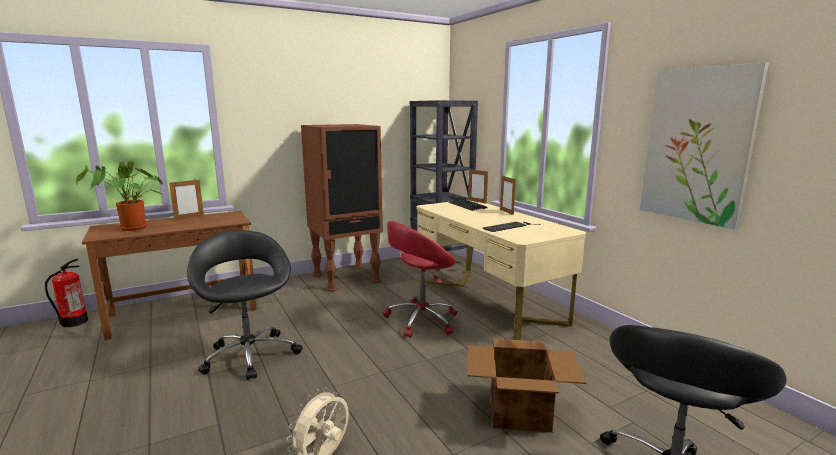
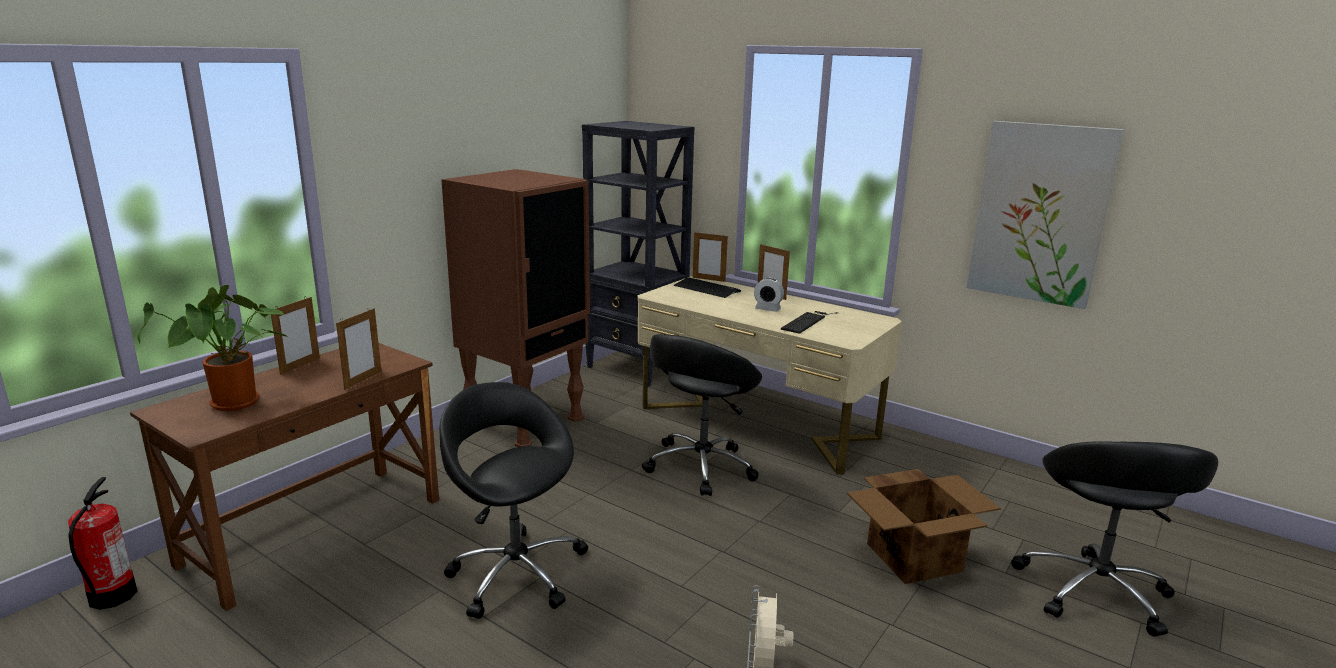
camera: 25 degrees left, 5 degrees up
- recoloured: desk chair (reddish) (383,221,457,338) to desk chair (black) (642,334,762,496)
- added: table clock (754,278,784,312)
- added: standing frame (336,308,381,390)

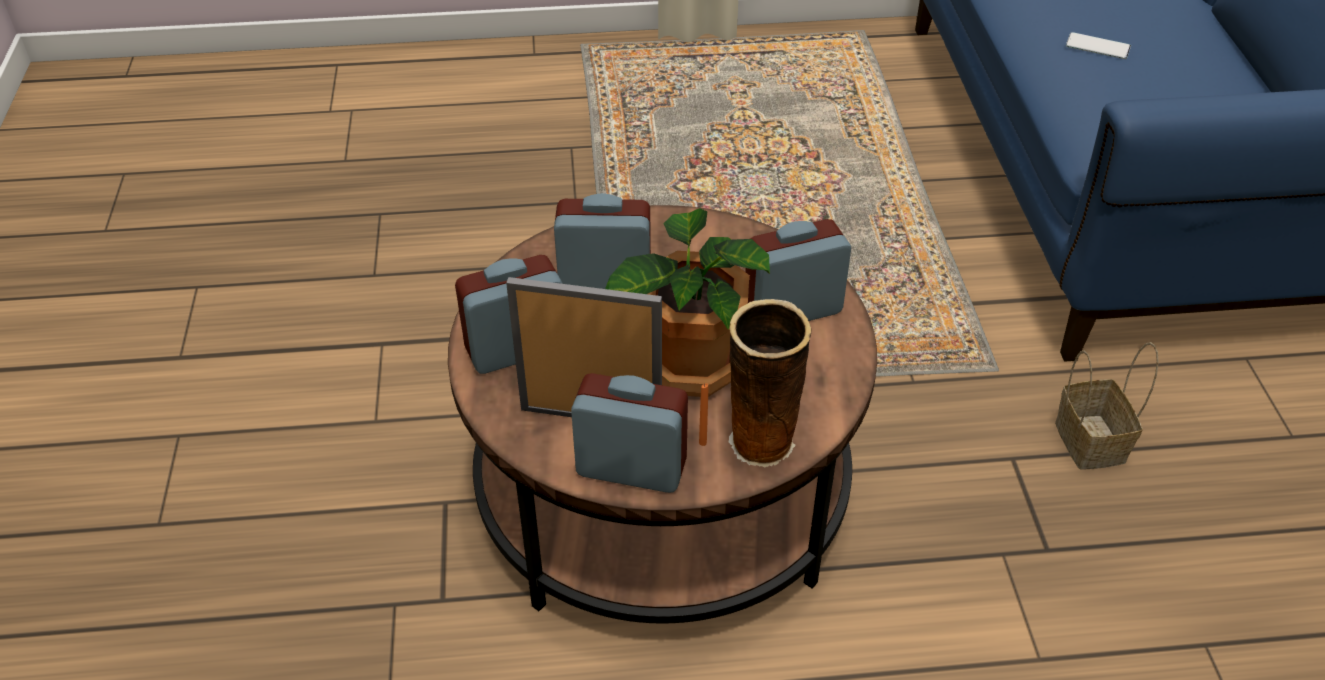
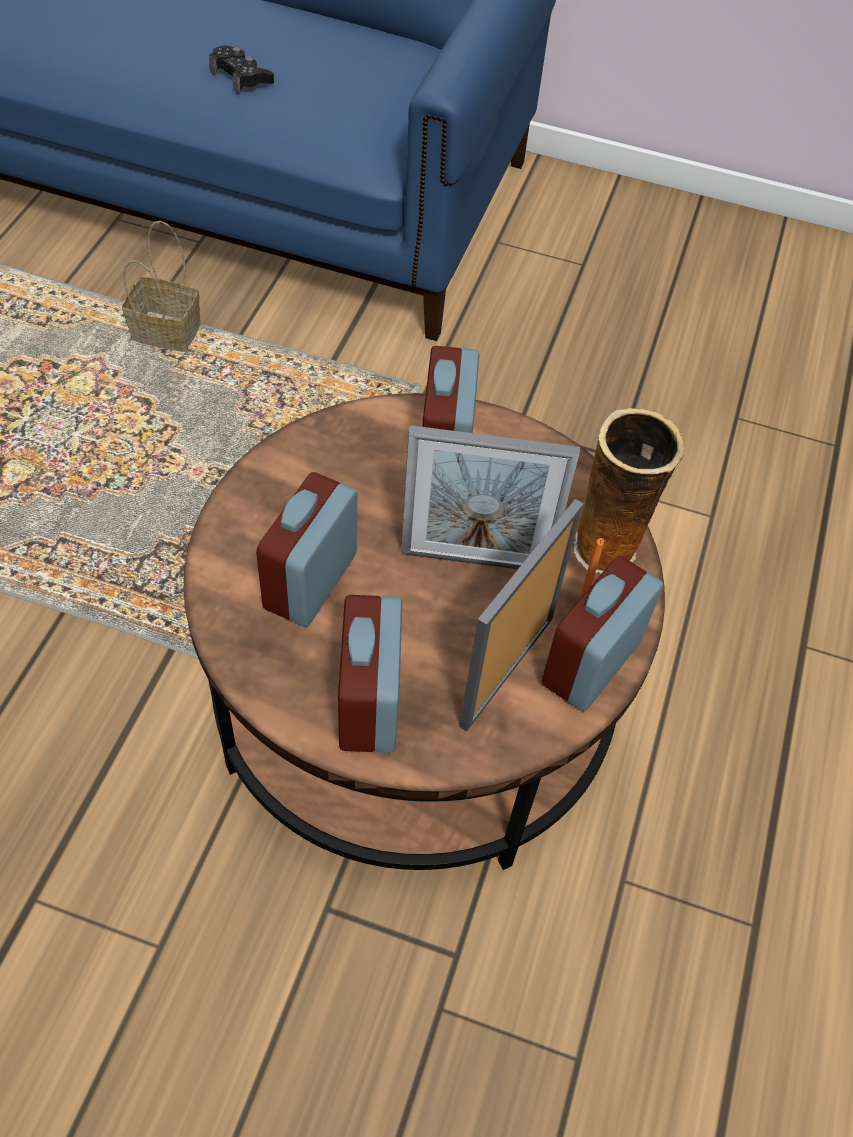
camera: 70 degrees left, 10 degrees up
- replaced: phone (1066,32,1131,59) to game controller (black) (209,45,274,94)
- replaced: potted plant (605,208,770,397) to standing frame (401,425,580,570)
- moved: household basket (1055,342,1159,470) to (122,221,201,352)

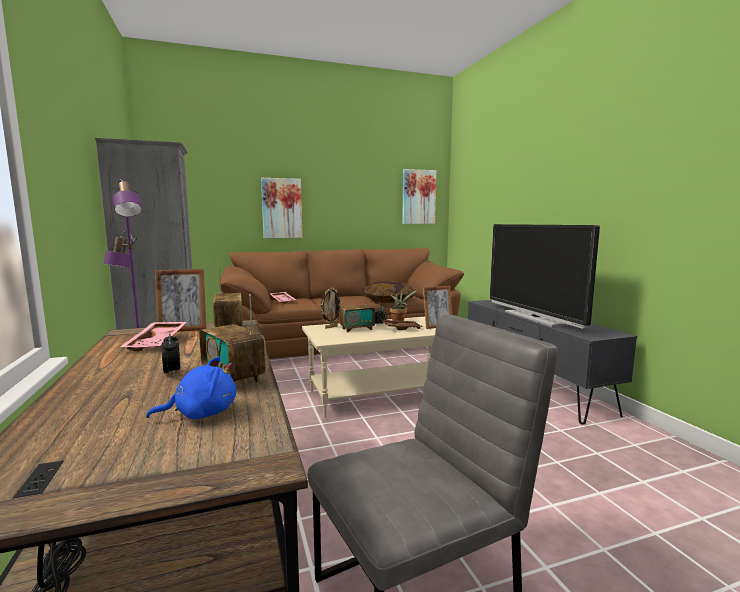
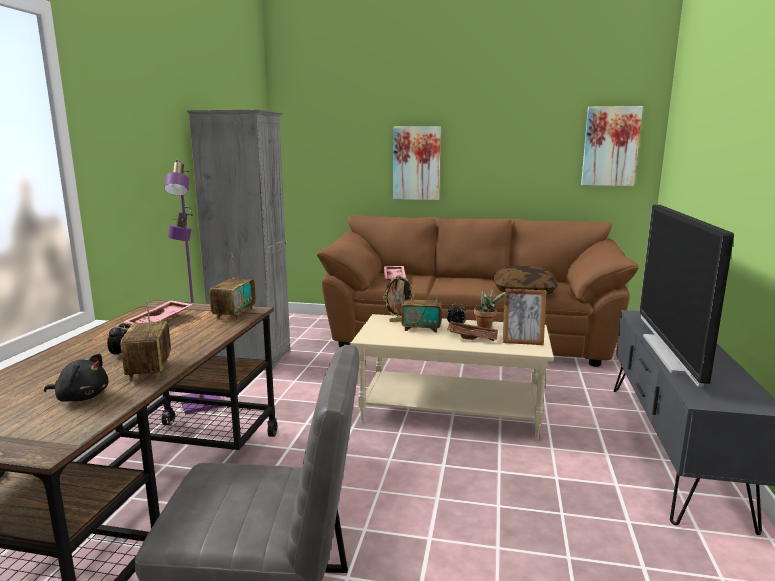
camera: 30 degrees right, 5 degrees up
- removed: standing frame (155,269,207,332)
- recoloured: plush toy (blue) (146,357,236,420) to plush toy (black) (44,354,108,402)

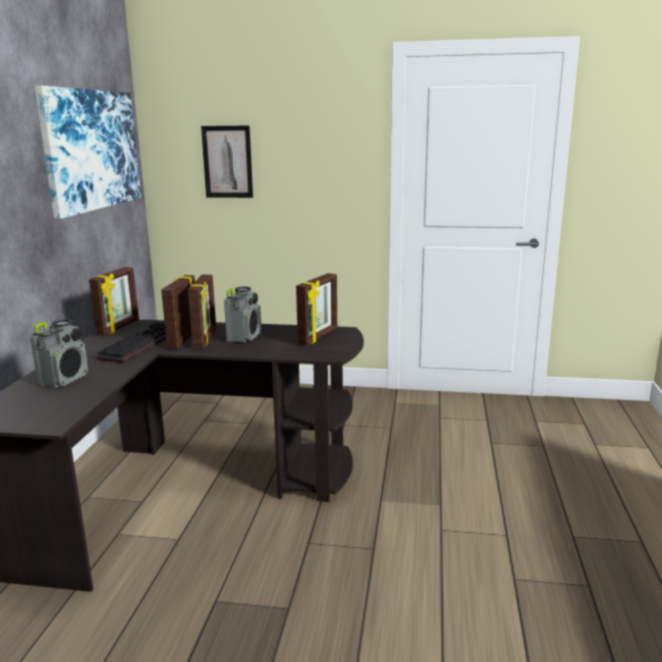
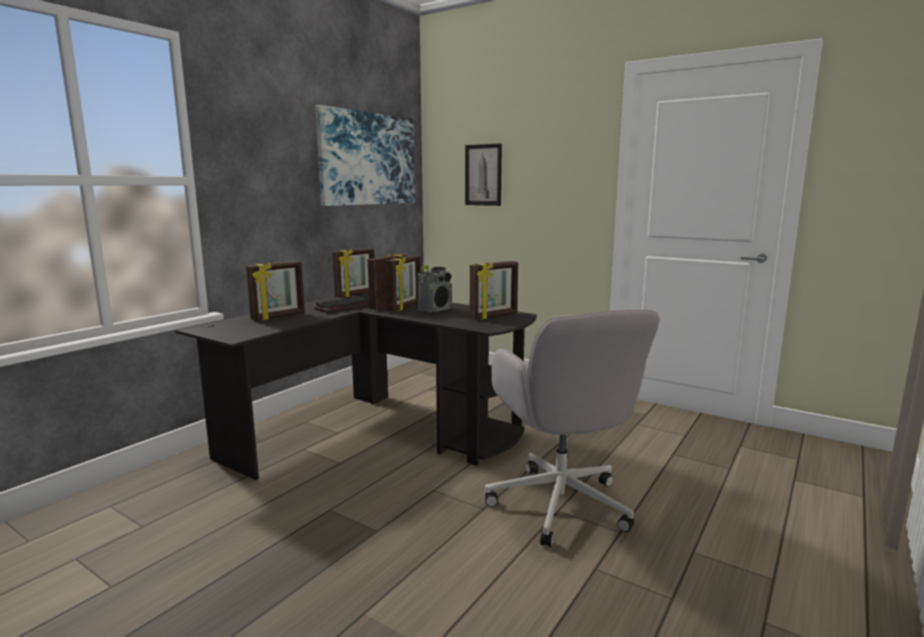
camera: 25 degrees right, 5 degrees down
- replaced: radio (30,319,88,388) to standing frame (246,261,305,321)
- added: desk chair (grey) (485,310,659,547)

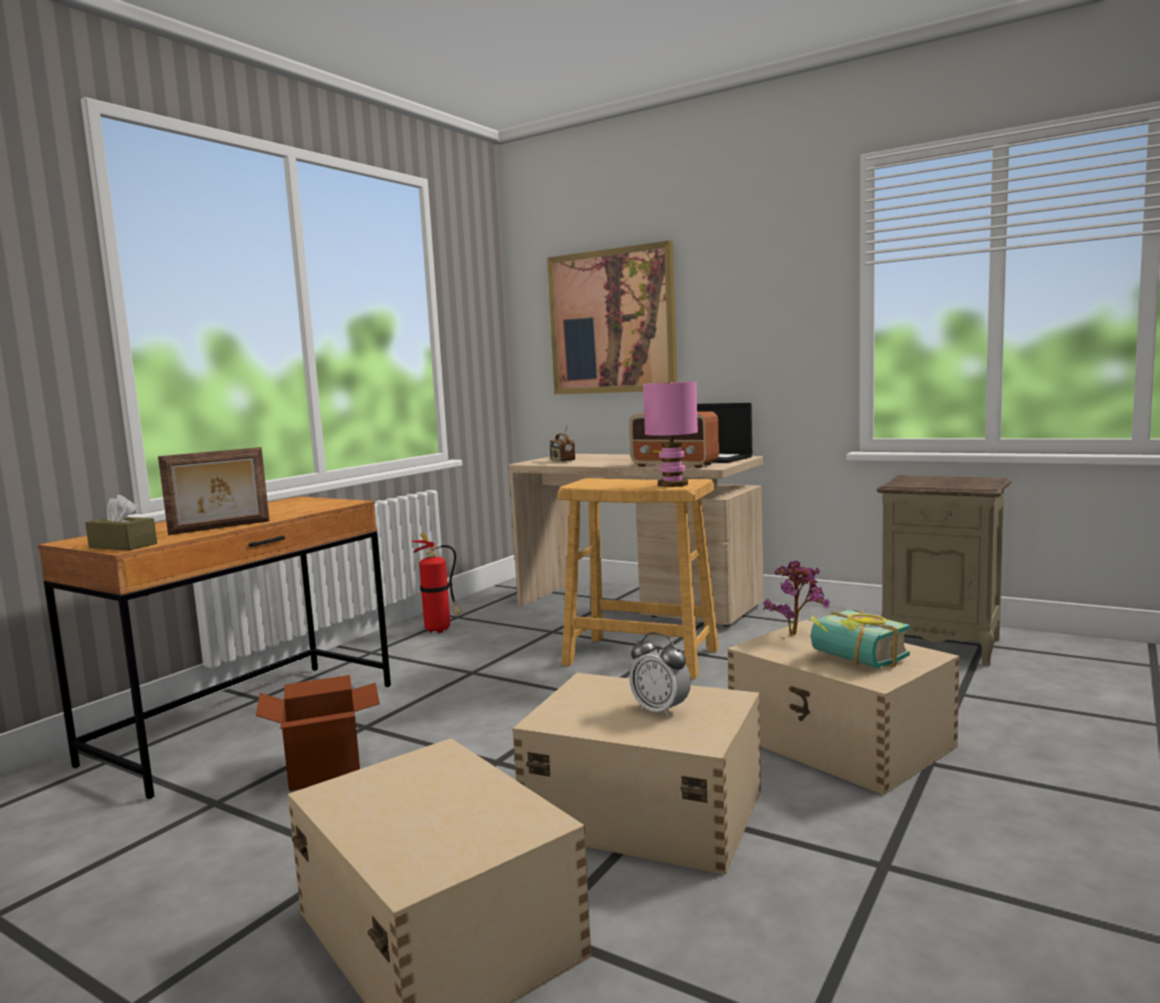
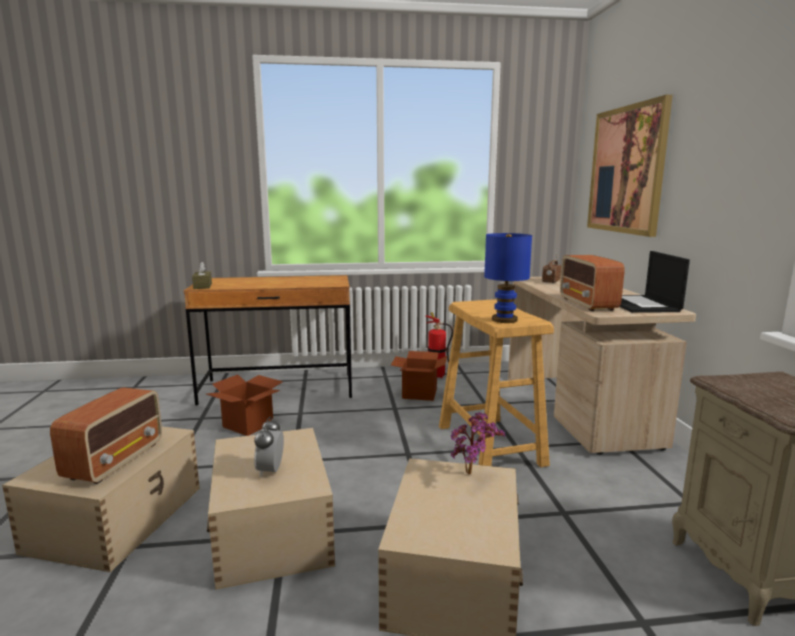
camera: 50 degrees right, 5 degrees up
- recoloured: table lamp (pink-coloured) (643,382,698,487) to table lamp (blue) (484,233,532,323)
- removed: standing frame (158,447,270,535)
- removed: book (811,610,910,668)
- added: carton (391,351,447,401)
- added: radio (50,387,162,484)

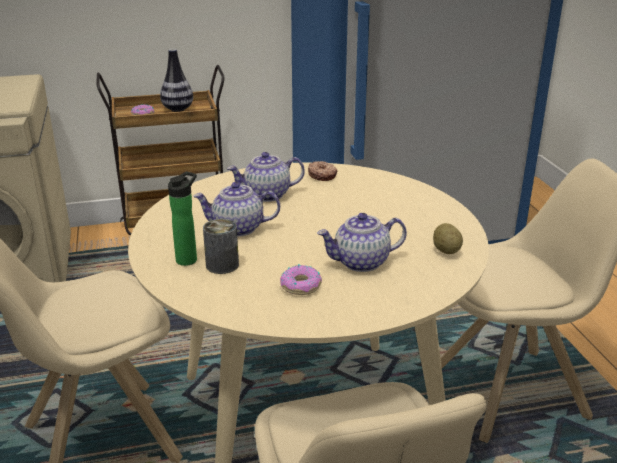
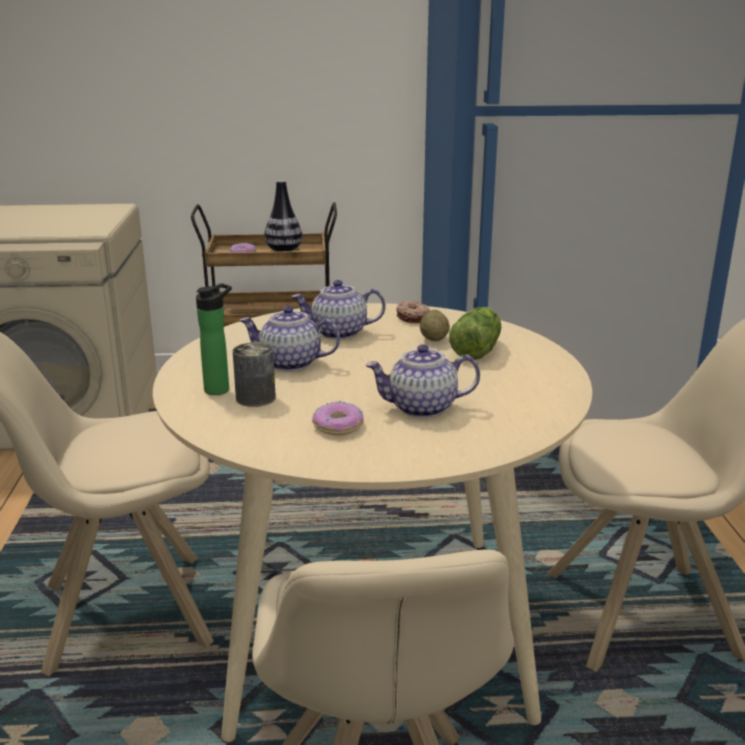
camera: 10 degrees right, 5 degrees down
- moved: potato (433,223,463,254) to (420,309,450,341)
- added: lettuce head (449,307,501,360)

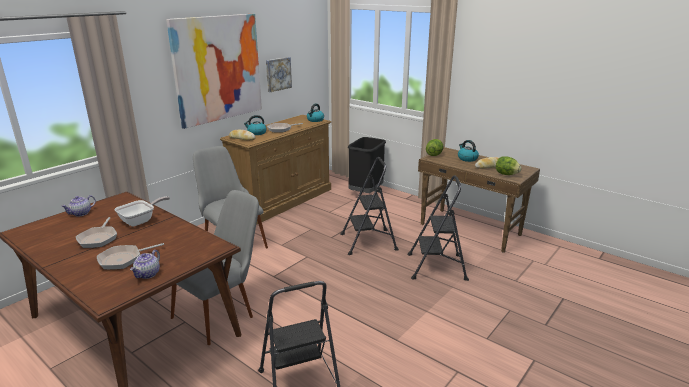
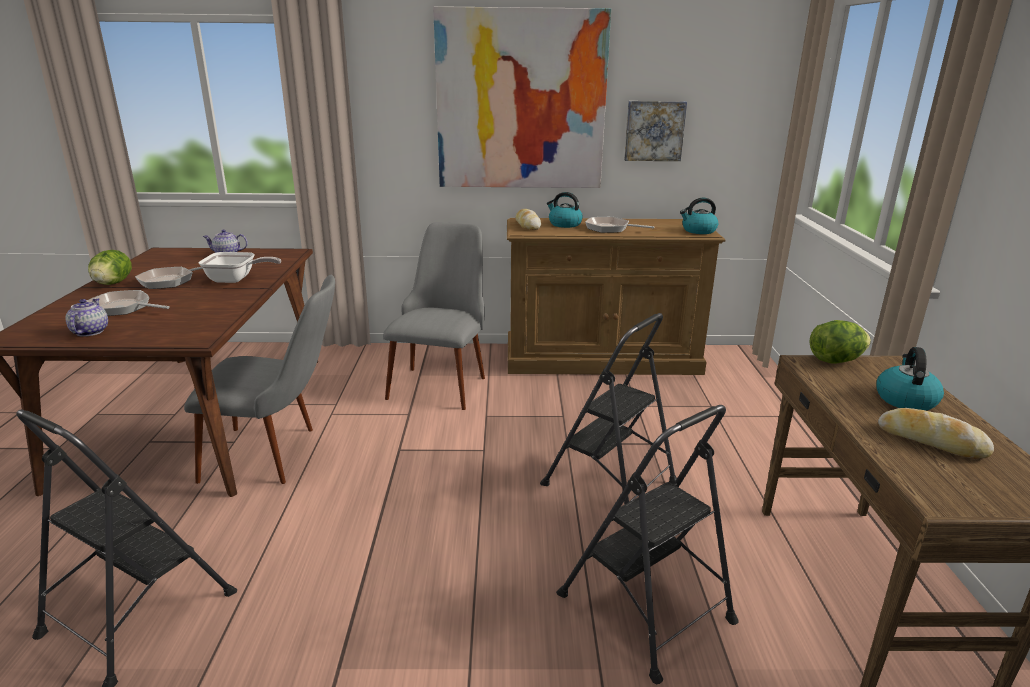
camera: 50 degrees right, 0 degrees up
- removed: waste bin (black) (348,137,386,193)
- moved: lettuce head (496,157,522,175) to (88,250,132,285)
- turned: teapot (130,250,160,279) = (66,298,108,337) 105 degrees clockwise

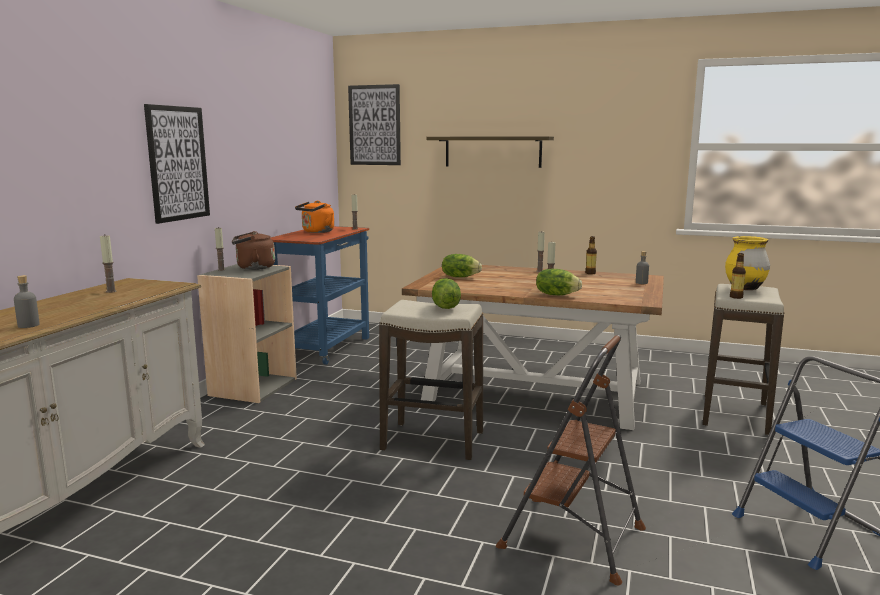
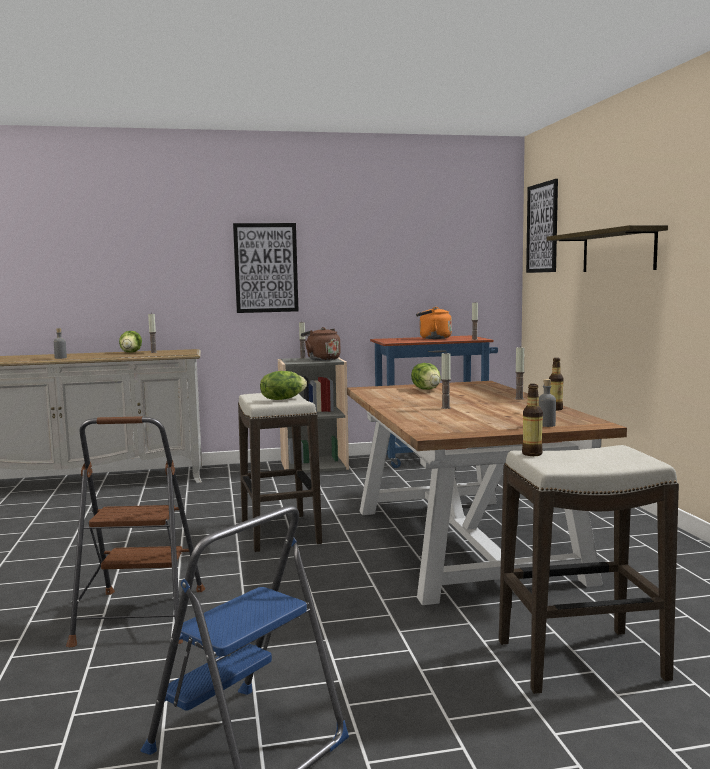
camera: 60 degrees right, 5 degrees down
- removed: flower vase (yellow-coloured) (725,236,770,290)
- moved: lettuce head (536,269,582,295) to (119,331,142,353)

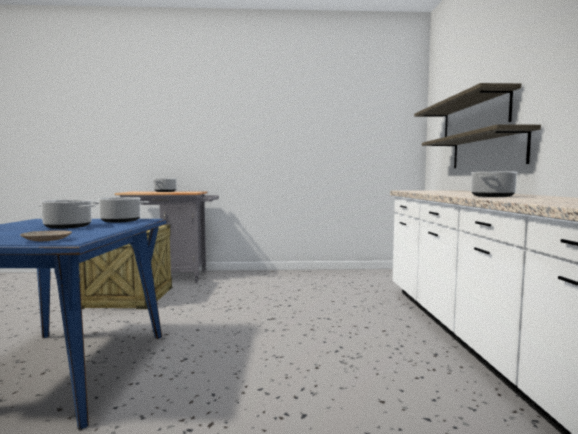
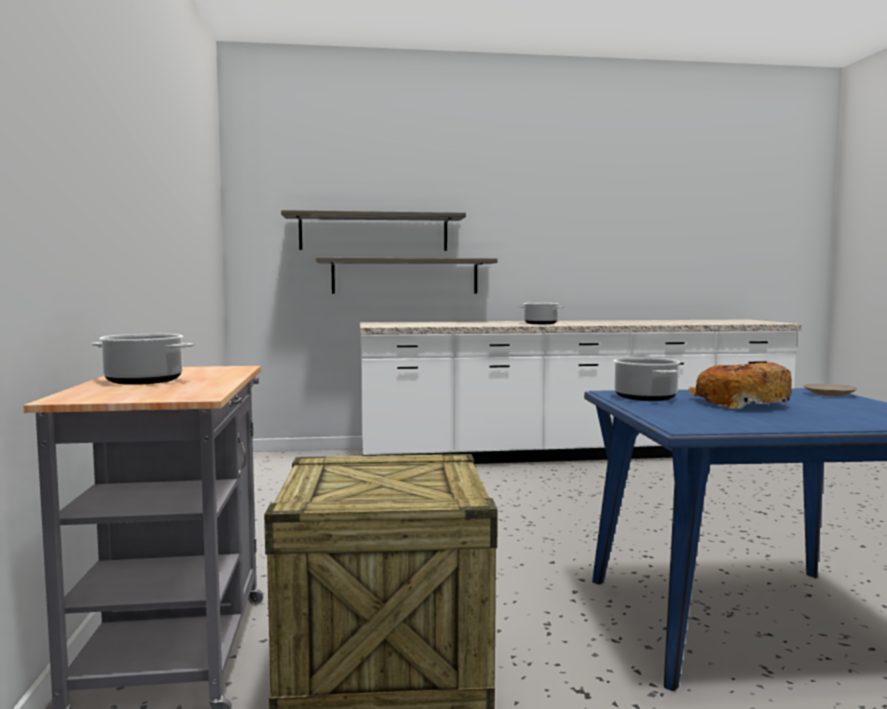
camera: 95 degrees left, 0 degrees up
- replaced: saucepot (38,199,96,229) to bread (689,362,792,409)

